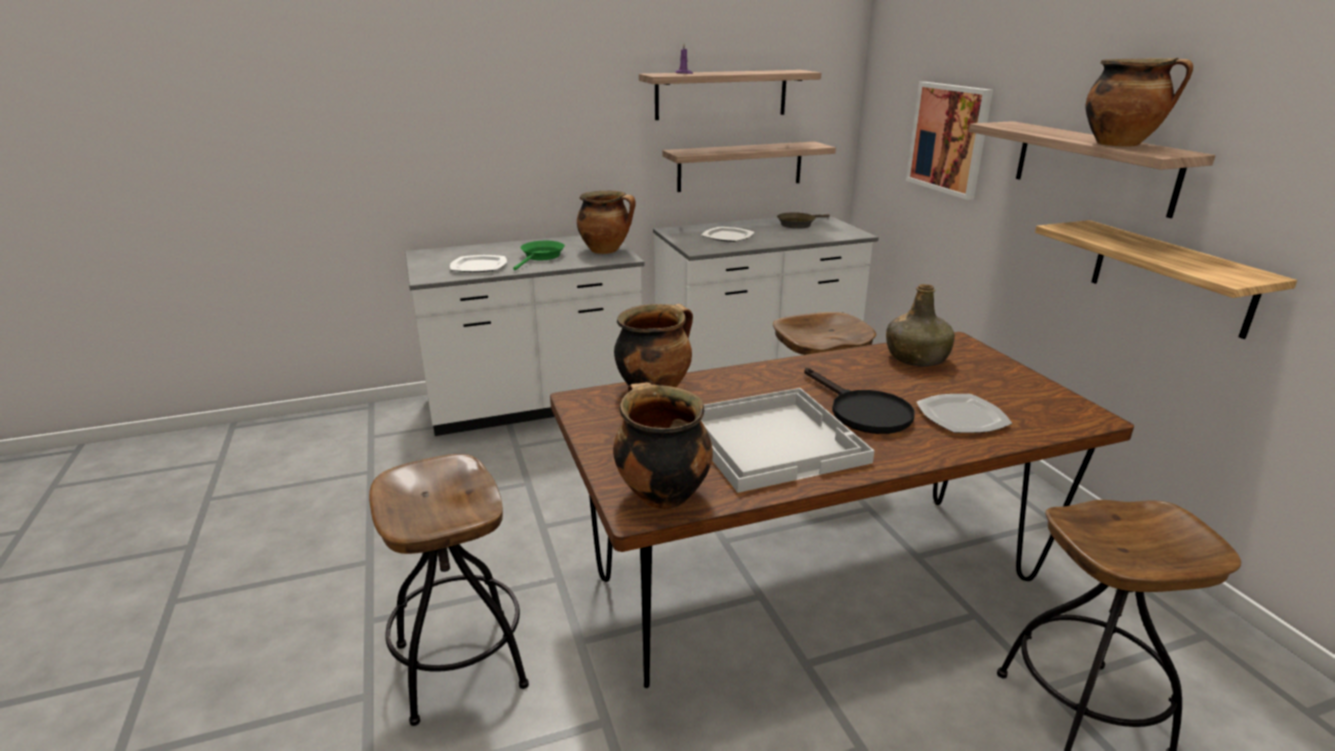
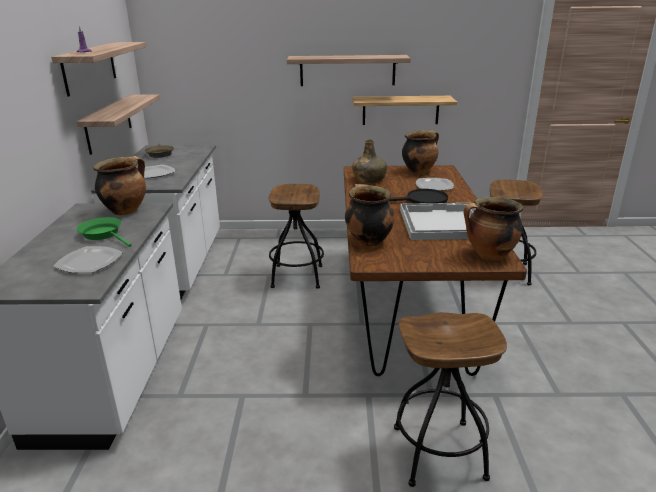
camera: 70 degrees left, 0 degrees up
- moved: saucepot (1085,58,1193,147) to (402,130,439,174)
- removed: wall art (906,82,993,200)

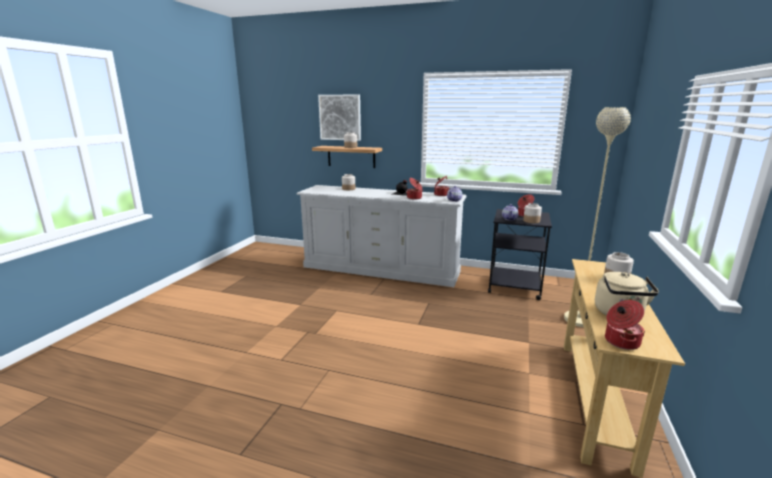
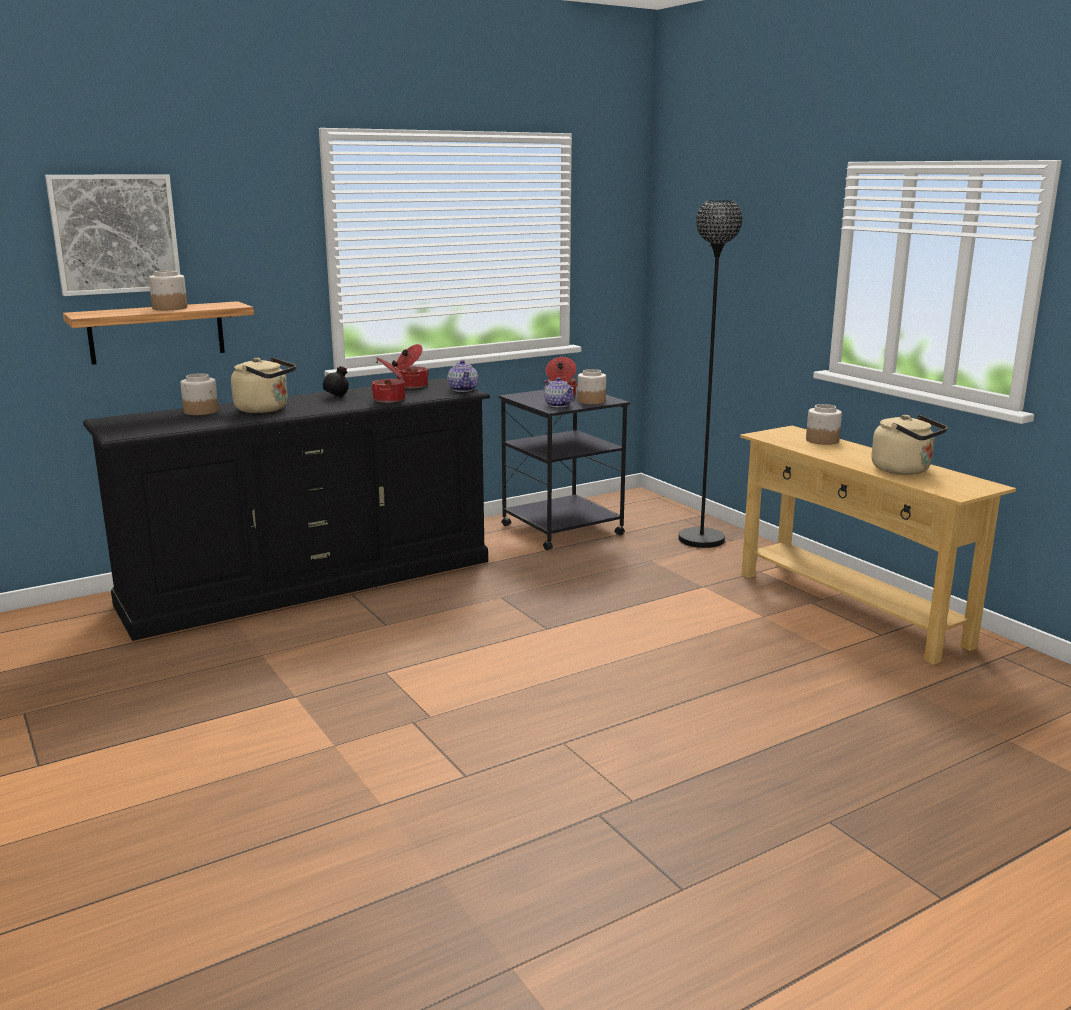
camera: 50 degrees left, 0 degrees up
- recoloured: floor lamp (beige) (564,107,631,327) to floor lamp (black) (678,200,742,548)
- recoloured: storage cabinet (whitish) (296,185,466,287) to storage cabinet (black) (83,378,490,641)
- removed: saucepot (605,300,645,350)
- added: kettle (beige) (231,357,296,413)

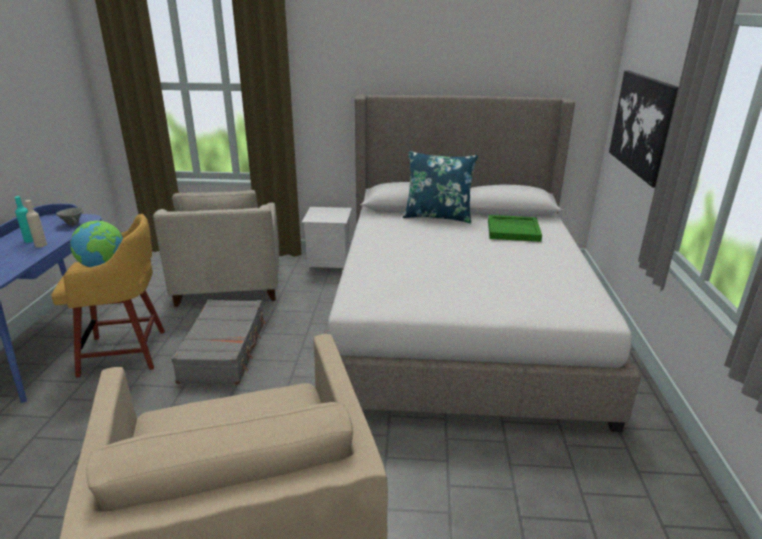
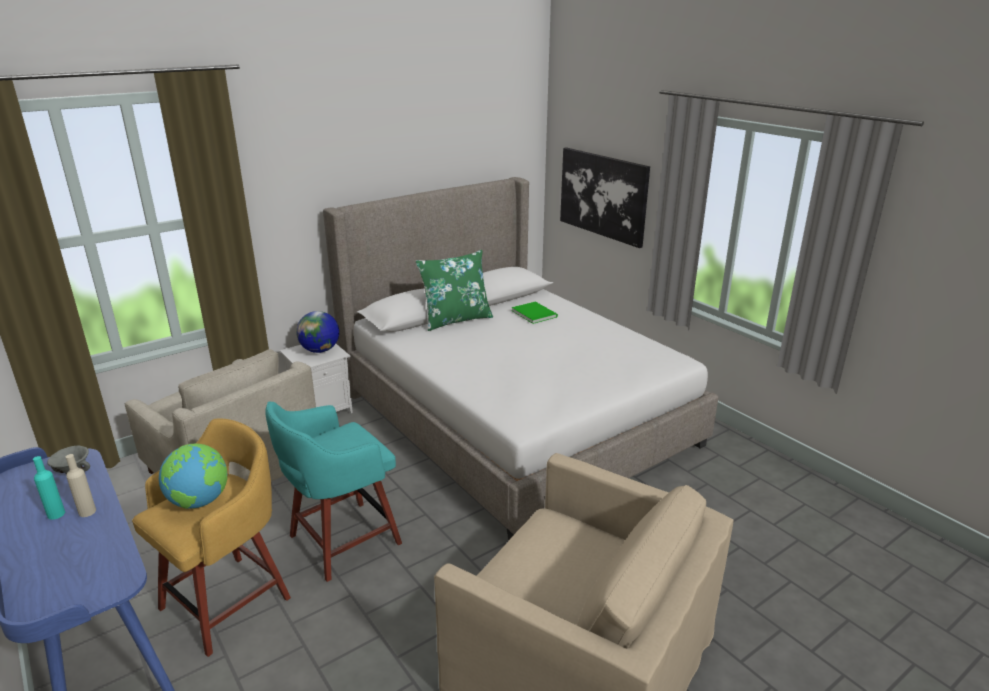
camera: 40 degrees left, 0 degrees up
- recoloured: pillow (blue) (403,151,478,223) to pillow (green-coloured) (415,250,493,331)
- replaced: carrying tray (green-coloured) (488,215,542,242) to book (green-coloured) (512,302,558,324)
- replaced: suitcase (grey) (171,300,267,385) to stool (blue-green) (266,402,402,582)
- added: world globe (296,311,339,353)

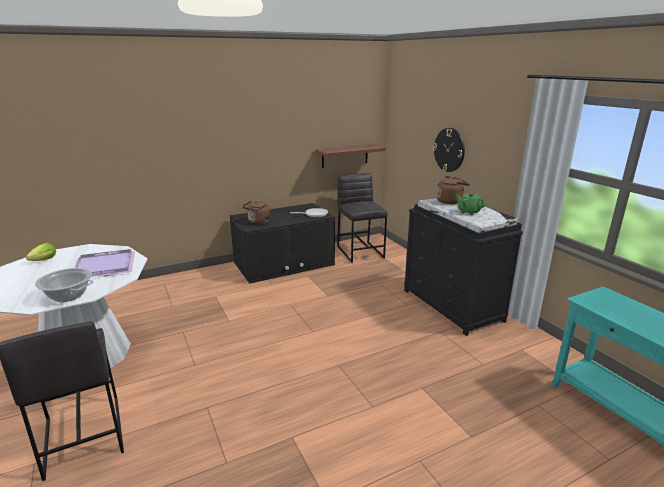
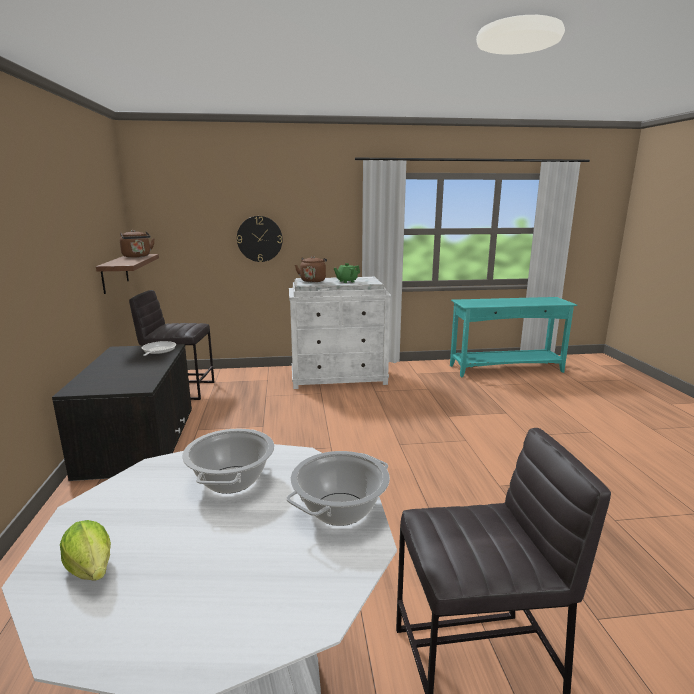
camera: 70 degrees left, 5 degrees down
- recoloured: dresser (black) (404,198,523,336) to dresser (whitish) (289,277,391,389)
- moved: kettle (brownish) (242,201,271,224) to (120,230,155,258)
- replaced: carrying tray (purple-coloured) (74,249,135,277) to saucepot (182,428,275,494)

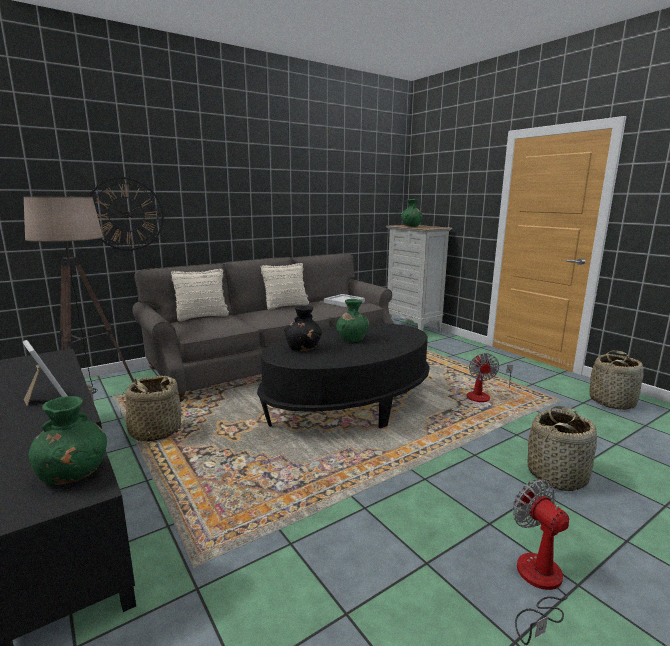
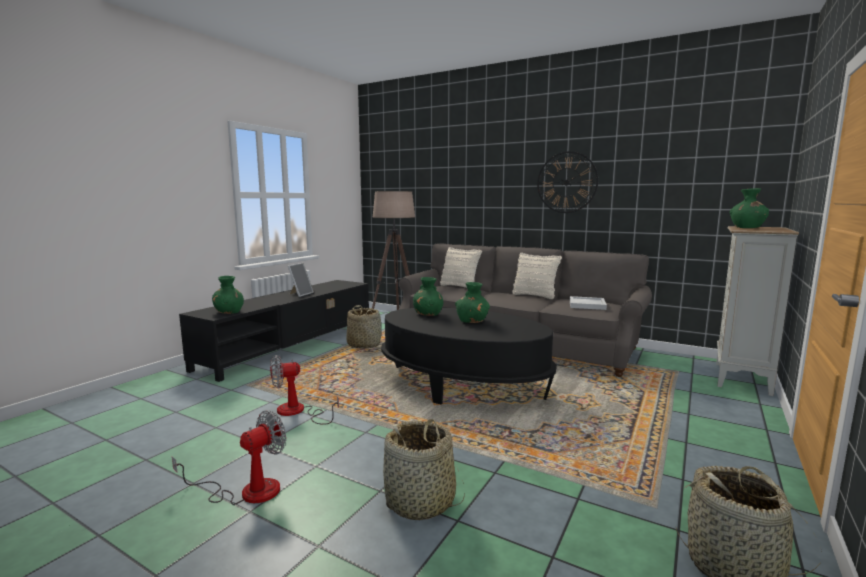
camera: 65 degrees right, 5 degrees down
- moved: wall clock (89,177,164,251) to (537,151,598,213)
- recoloured: flower vase (black) (284,305,322,351) to flower vase (green-coloured) (413,277,443,316)
- moved: electric fan (467,353,513,402) to (270,355,339,425)

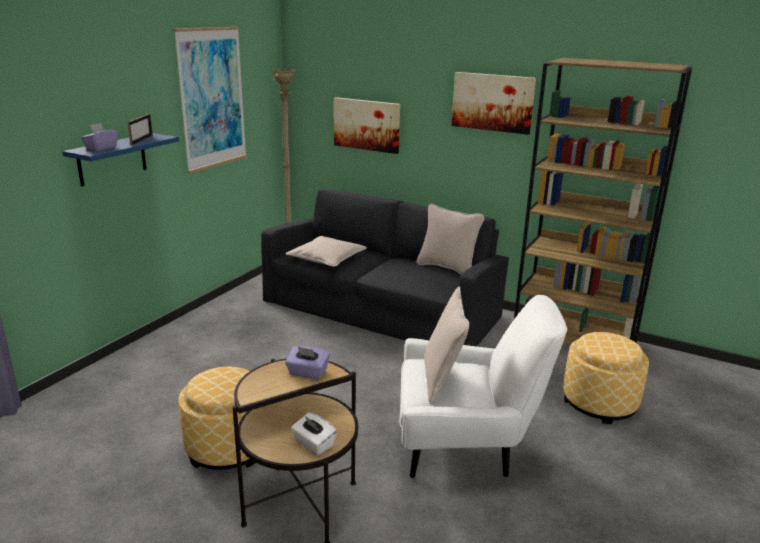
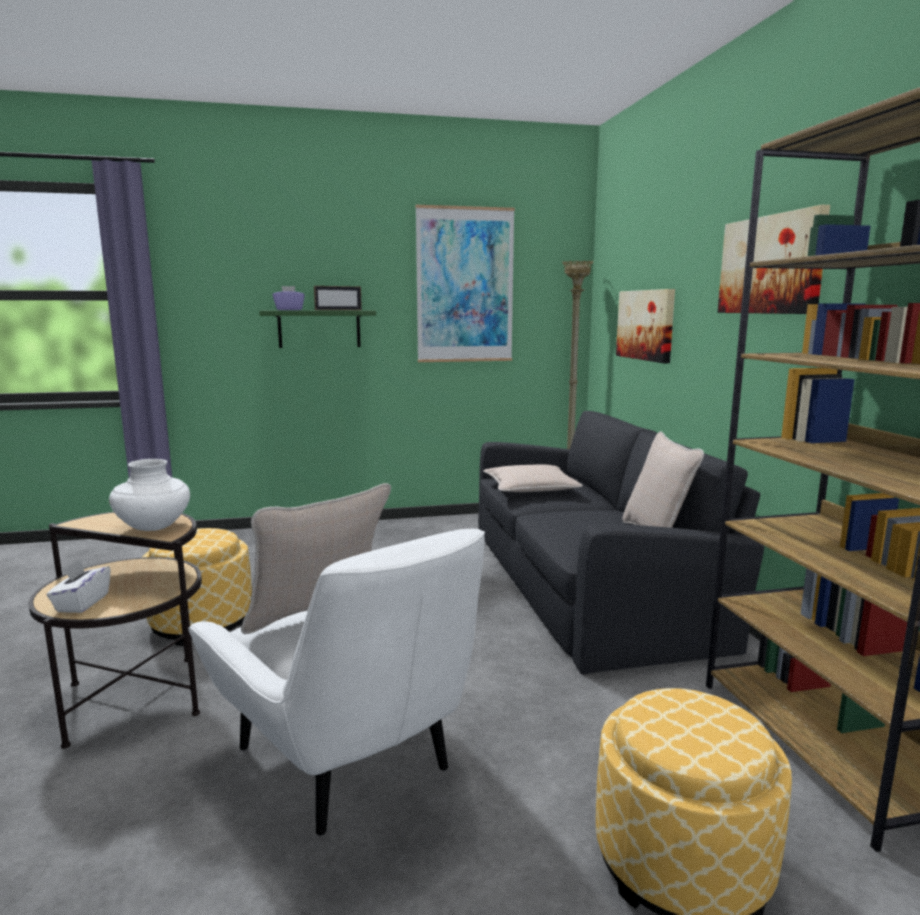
camera: 50 degrees right, 10 degrees down
- recoloured: shelf (blue) (62,133,179,186) to shelf (green-coloured) (259,310,376,348)
- replaced: tissue box (purple-coloured) (285,346,330,379) to flower vase (whitish) (109,459,190,531)

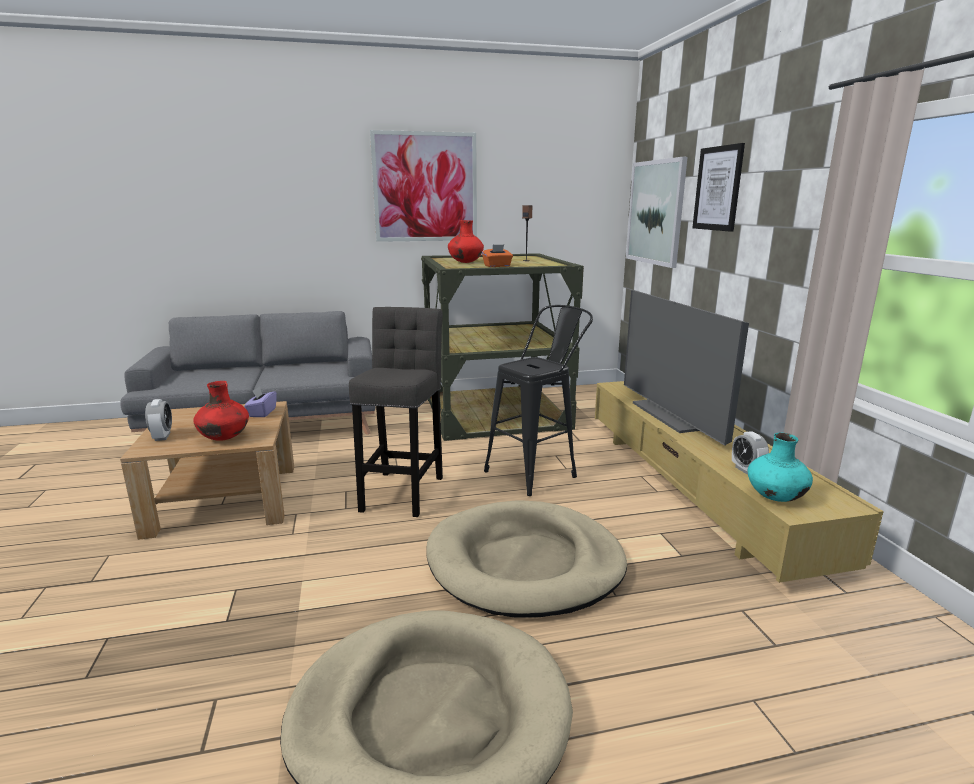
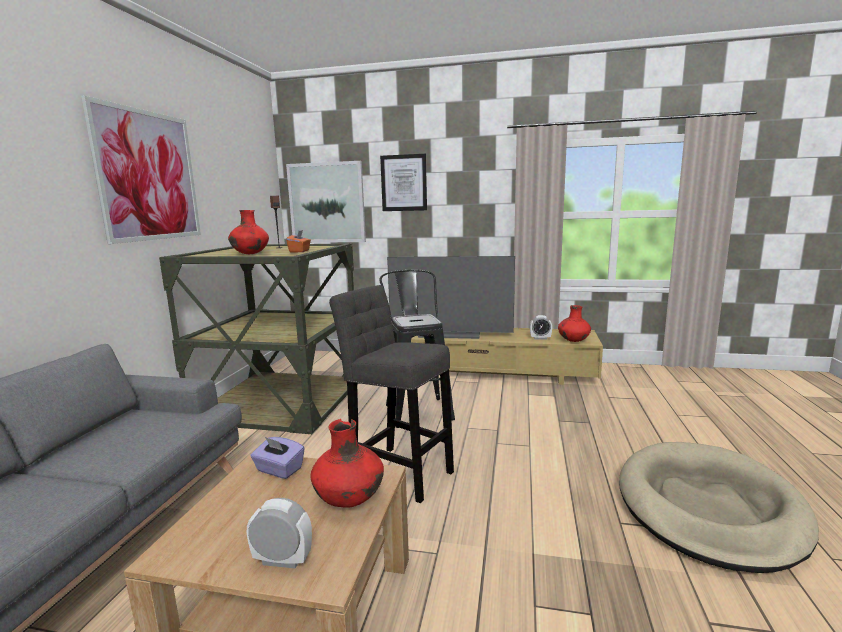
camera: 65 degrees left, 5 degrees down
- recoloured: flower vase (blue-green) (748,433,813,502) to flower vase (reddish) (558,305,591,342)
- removed: dog cushion (beige) (427,500,627,618)

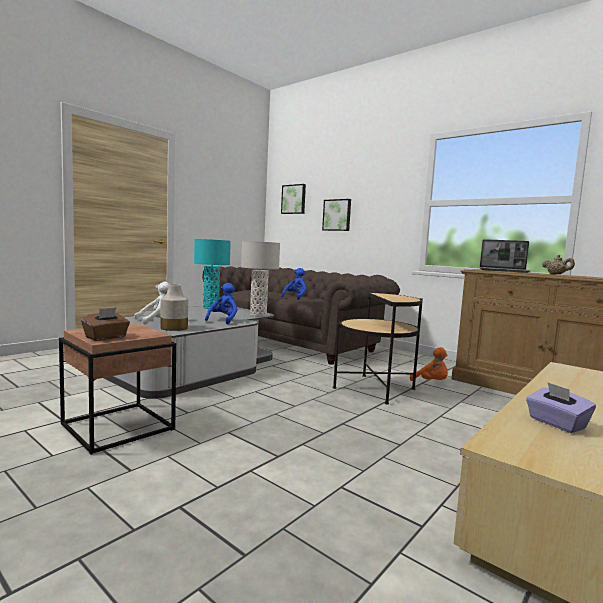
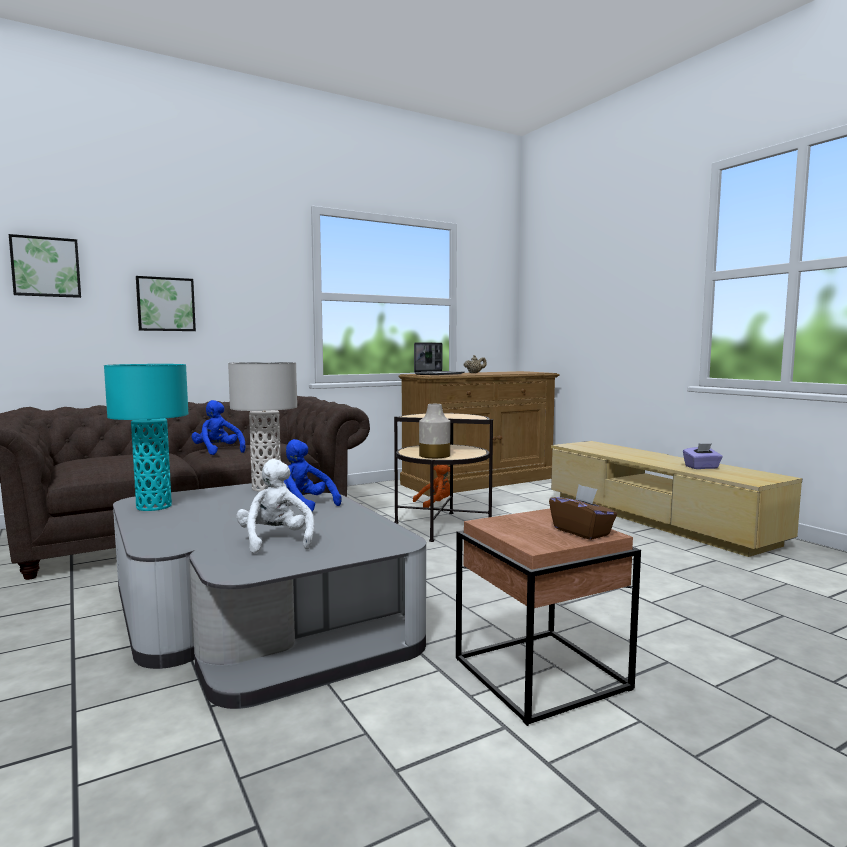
camera: 70 degrees left, 0 degrees up
- moved: flower vase (beige) (160,284,188,331) to (419,404,450,458)

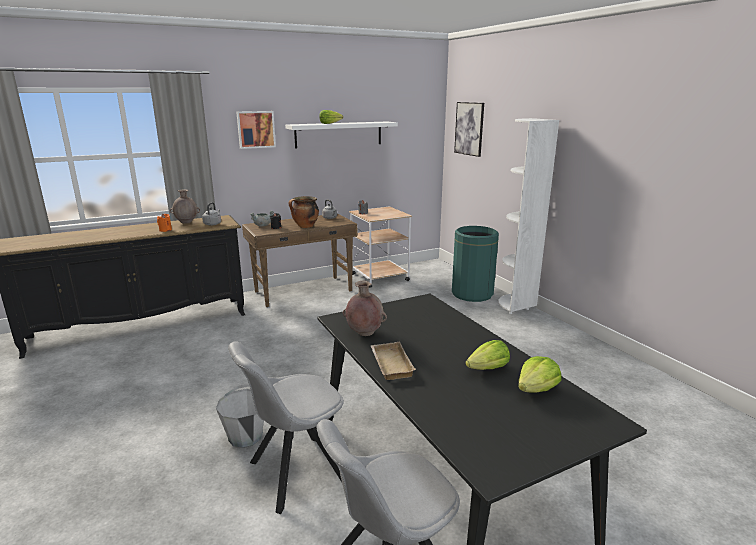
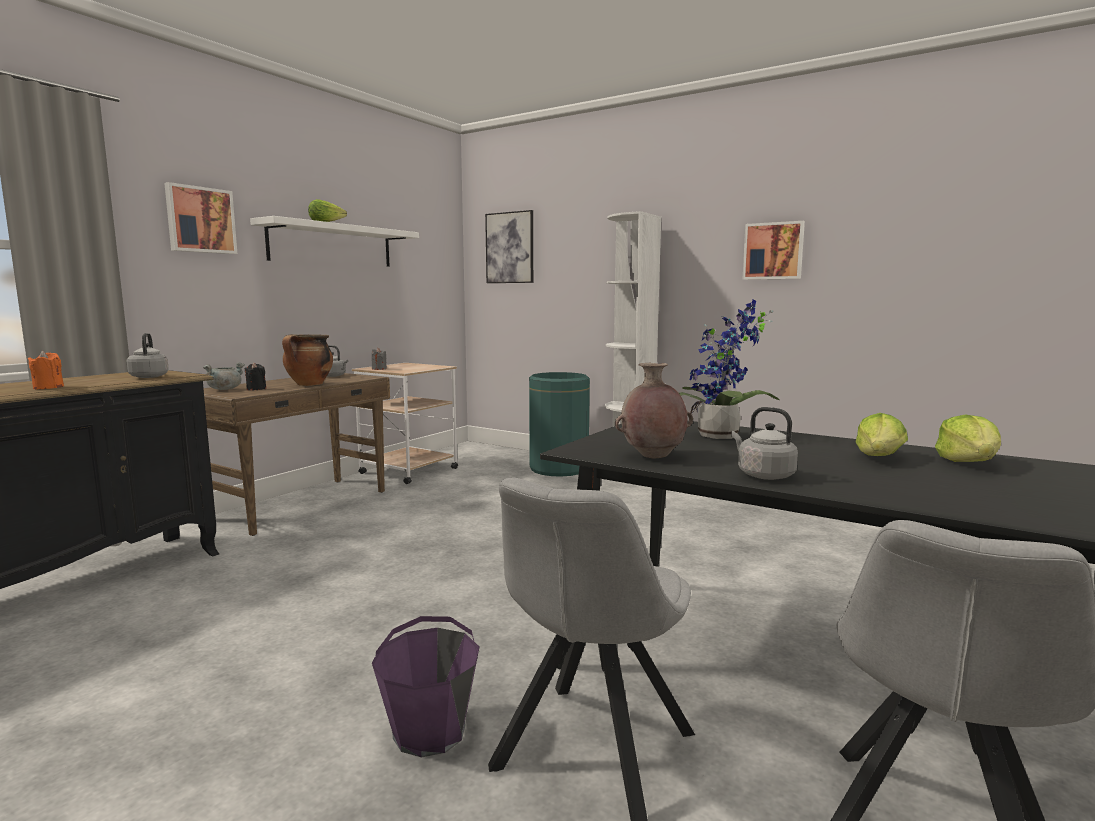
camera: 30 degrees left, 10 degrees down
- removed: flower vase (brownish) (170,190,200,224)
- replaced: carrying tray (beige) (371,342,416,380) to kettle (grey) (731,407,798,480)
- recoloured: bucket (grey) (216,384,264,448) to bucket (purple-coloured) (372,616,479,758)
- added: wall art (743,221,805,280)
- added: potted plant (679,299,780,439)

